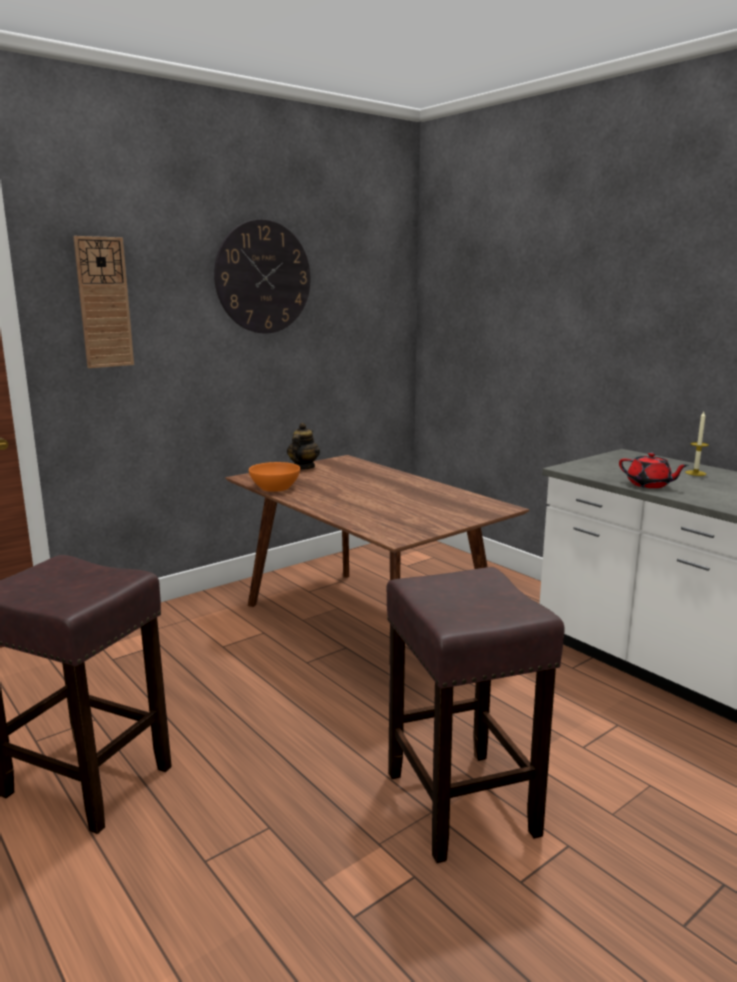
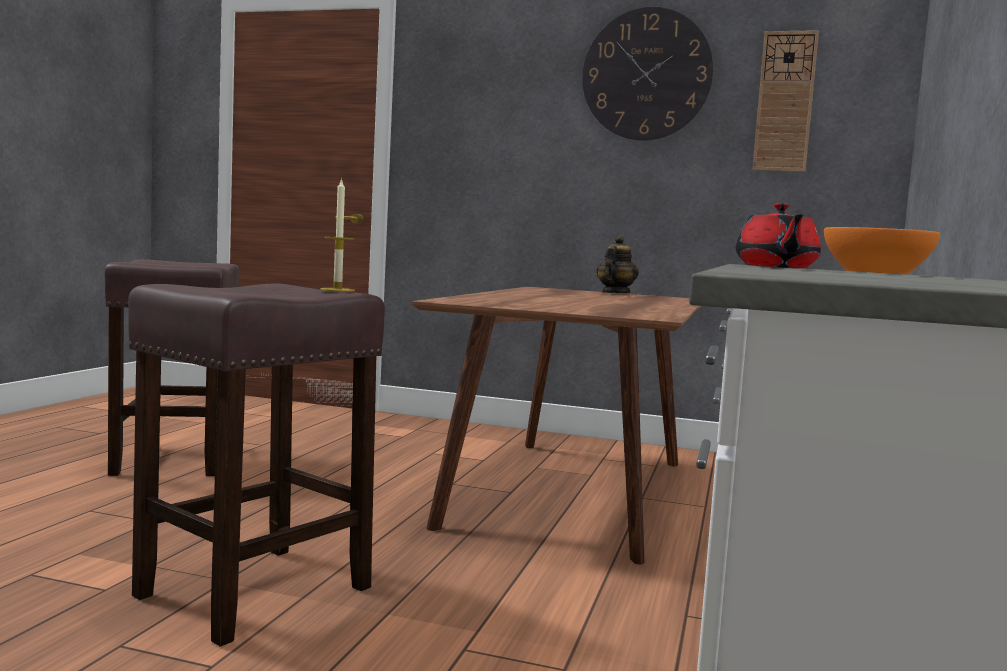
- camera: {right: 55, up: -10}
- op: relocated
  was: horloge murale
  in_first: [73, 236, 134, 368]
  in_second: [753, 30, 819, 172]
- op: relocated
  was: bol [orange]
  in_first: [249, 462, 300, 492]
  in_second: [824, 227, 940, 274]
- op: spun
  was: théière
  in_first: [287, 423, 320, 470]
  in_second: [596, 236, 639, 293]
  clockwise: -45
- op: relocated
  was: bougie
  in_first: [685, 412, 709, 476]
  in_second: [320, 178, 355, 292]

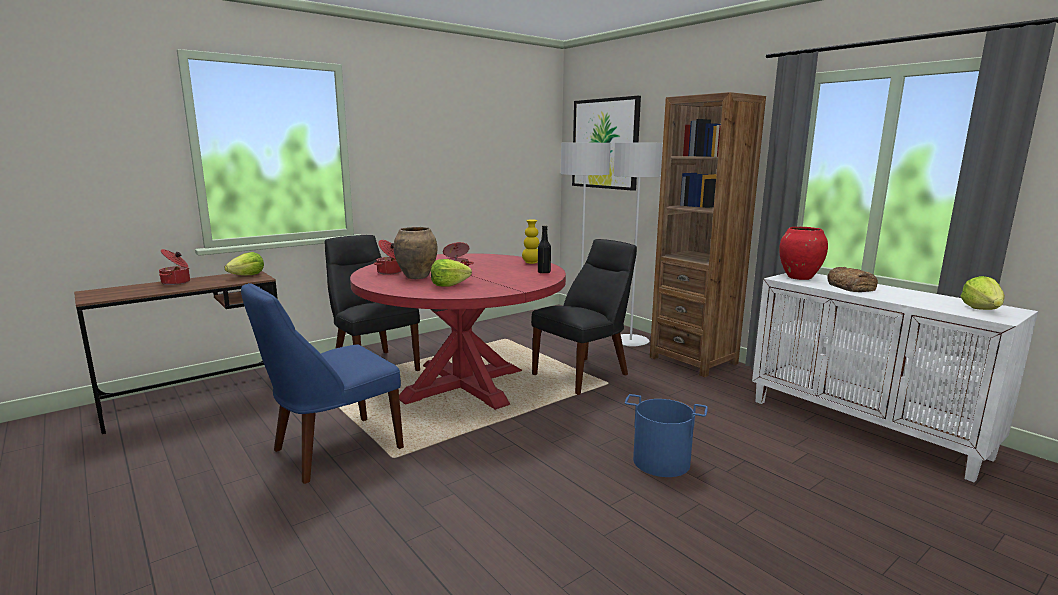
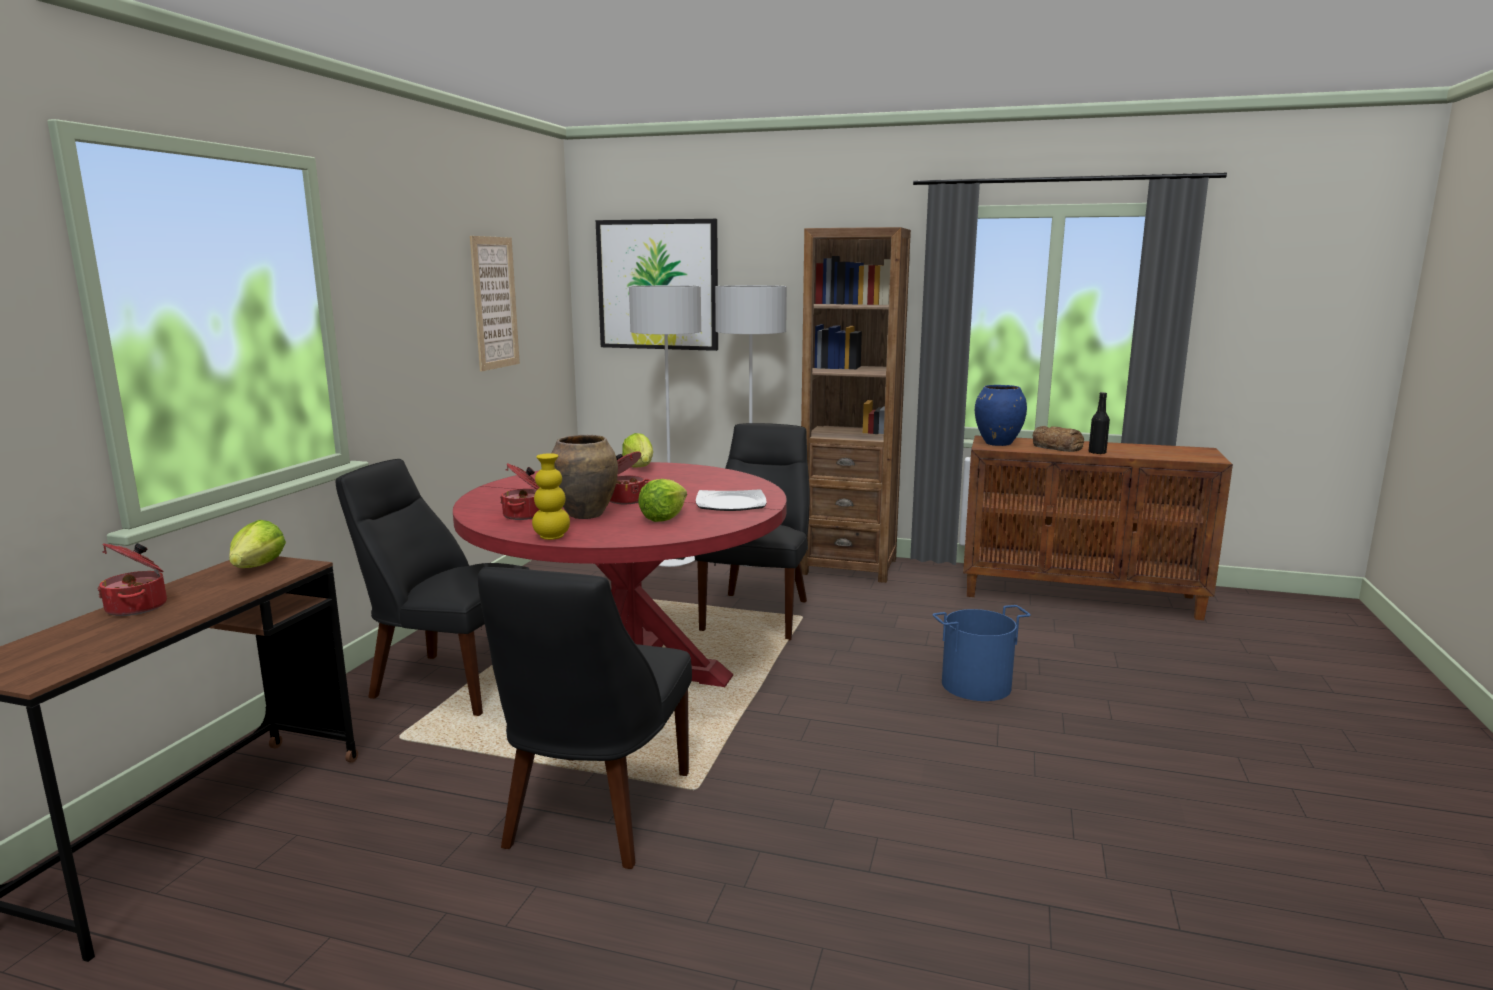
- camera: {right: -35, up: 0}
- op: colour
  was: chaise [bleu]
  now: chaise [noir]
  in_first: [241, 283, 404, 484]
  in_second: [478, 567, 692, 869]
- op: relocated
  was: vase [jaune]
  in_first: [522, 220, 539, 264]
  in_second: [532, 453, 570, 540]
- op: relocated
  was: bouteille [noir]
  in_first: [538, 225, 551, 274]
  in_second: [1089, 392, 1110, 454]
- op: colour
  was: meuble de rangement [blanc]
  now: meuble de rangement [marron]
  in_first: [752, 273, 1038, 482]
  in_second: [963, 435, 1233, 620]
- op: colour
  was: vase [rouge]
  now: vase [bleu]
  in_first: [779, 227, 828, 280]
  in_second: [975, 385, 1027, 446]
- op: relocated
  was: laitue
  in_first: [961, 276, 1005, 310]
  in_second: [622, 433, 653, 468]
- op: appeared
  now: tableau
  in_second: [470, 236, 520, 371]
- op: appeared
  now: assiette
  in_second: [696, 489, 766, 511]

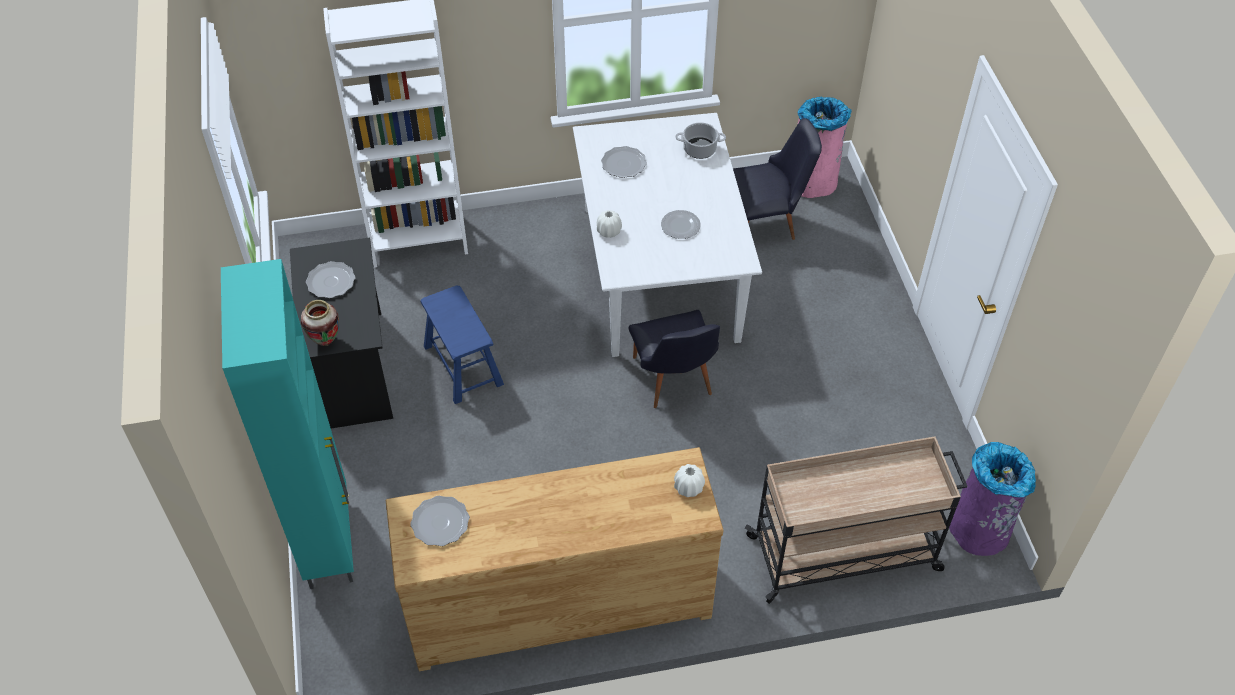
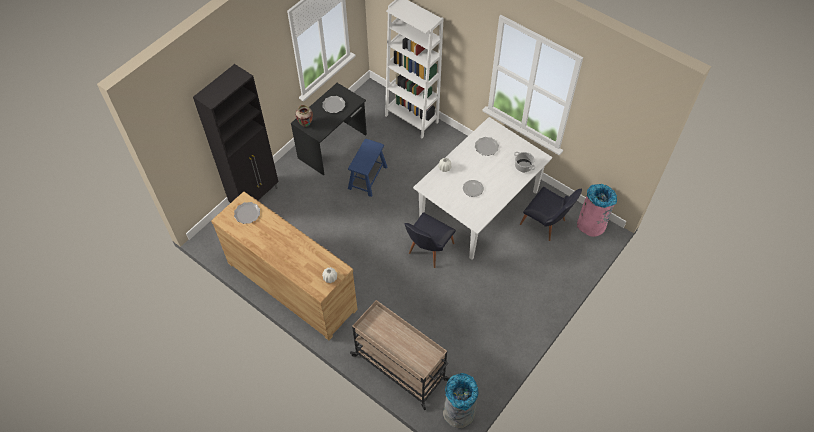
- camera: {right: 50, up: 5}
- op: colour
  was: meuble de rangement [turquoise]
  now: meuble de rangement [noir]
  in_first: [221, 259, 354, 589]
  in_second: [193, 64, 279, 203]
- op: colour
  was: poubelle [violet]
  now: poubelle [gris]
  in_first: [949, 442, 1036, 556]
  in_second: [443, 373, 479, 428]

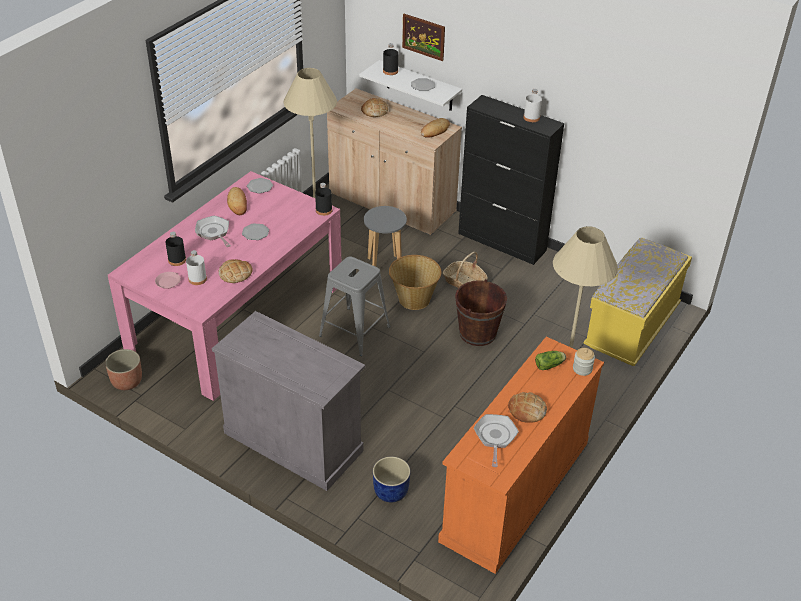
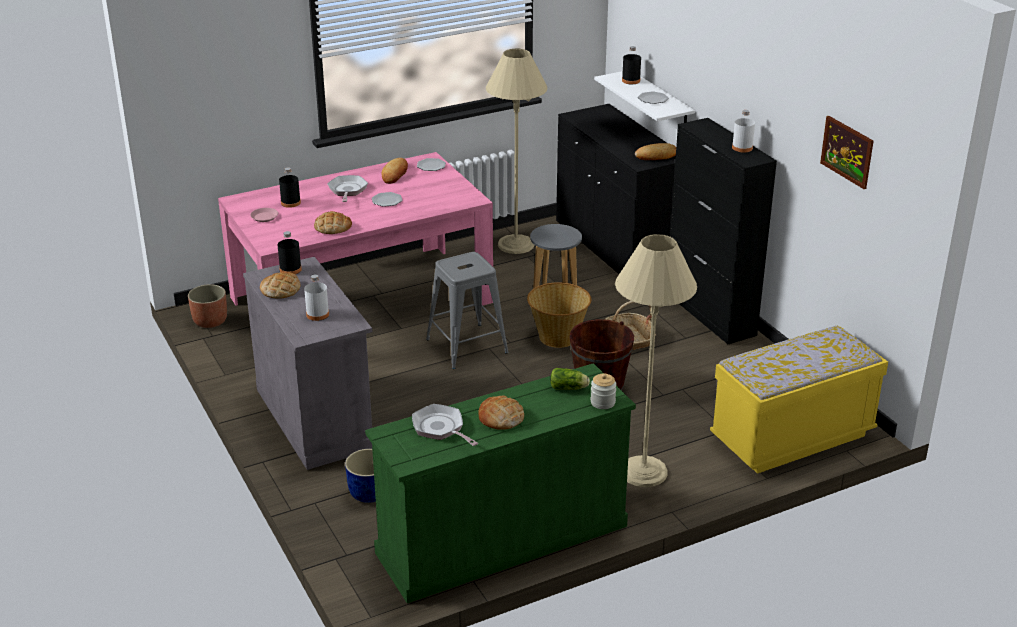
- camera: {right: 30, up: -10}
- op: relocated
  was: bouteille [blanc]
  in_first: [186, 250, 207, 285]
  in_second: [304, 274, 329, 321]
- op: relocated
  was: bouteille [noir]
  in_first: [315, 183, 332, 216]
  in_second: [278, 231, 302, 274]
- op: colour
  was: meuble de rangement [beige]
  now: meuble de rangement [noir]
  in_first: [327, 88, 462, 235]
  in_second: [556, 104, 676, 274]
- op: relocated
  was: pain
  in_first: [361, 98, 388, 117]
  in_second: [260, 272, 301, 299]
- op: relocated
  was: tableau
  in_first: [402, 14, 445, 61]
  in_second: [820, 116, 873, 189]
- op: colour
  was: commode [orange]
  now: commode [vert]
  in_first: [438, 337, 604, 574]
  in_second: [365, 363, 636, 603]
- op: spun
  was: poêle
  in_first: [474, 414, 519, 467]
  in_second: [412, 404, 478, 446]
  clockwise: -75

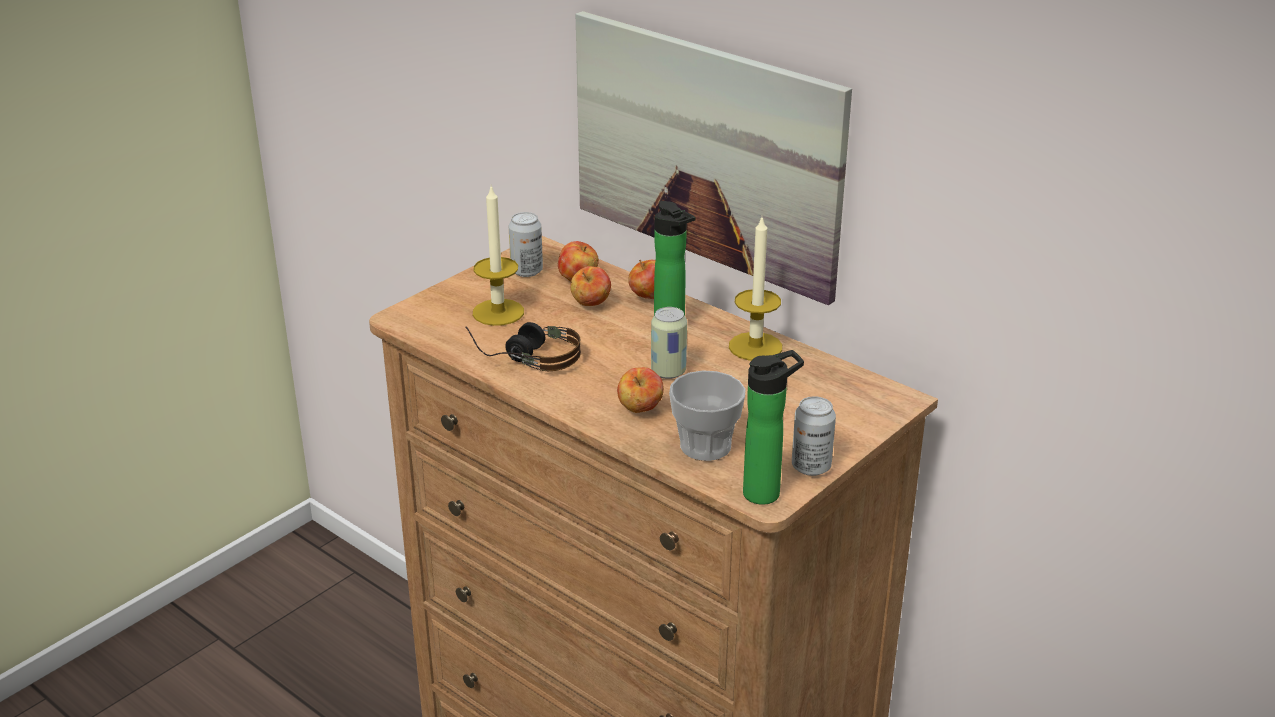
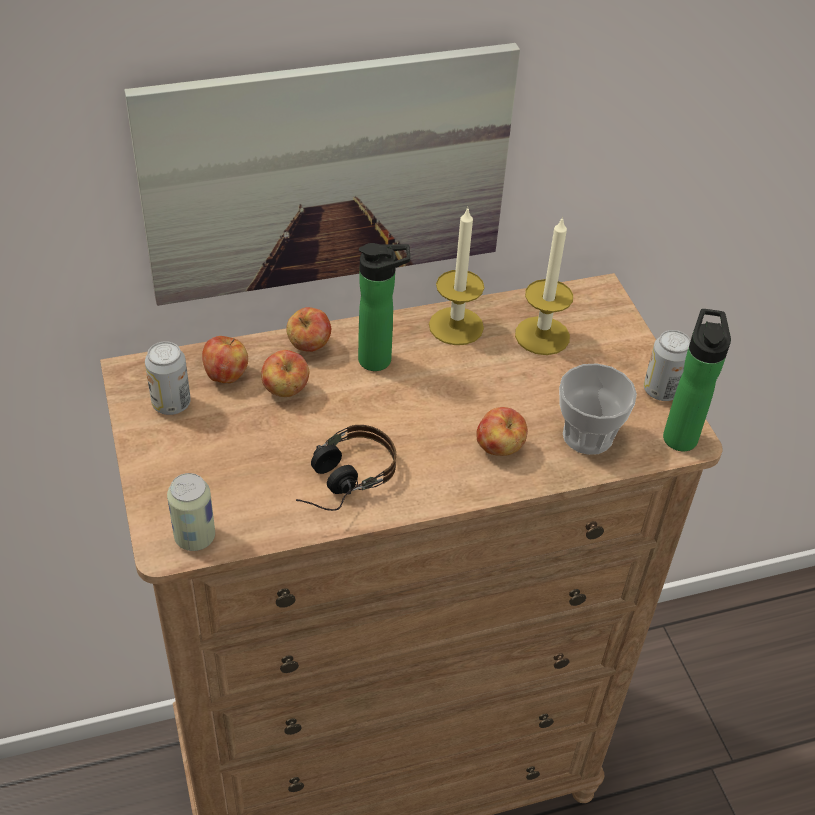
- camera: {right: -60, up: 15}
- op: relocated
  was: bougie
  in_first: [473, 186, 524, 326]
  in_second: [515, 216, 573, 355]
- op: relocated
  was: boîte métallique
  in_first: [651, 307, 687, 379]
  in_second: [167, 473, 215, 551]

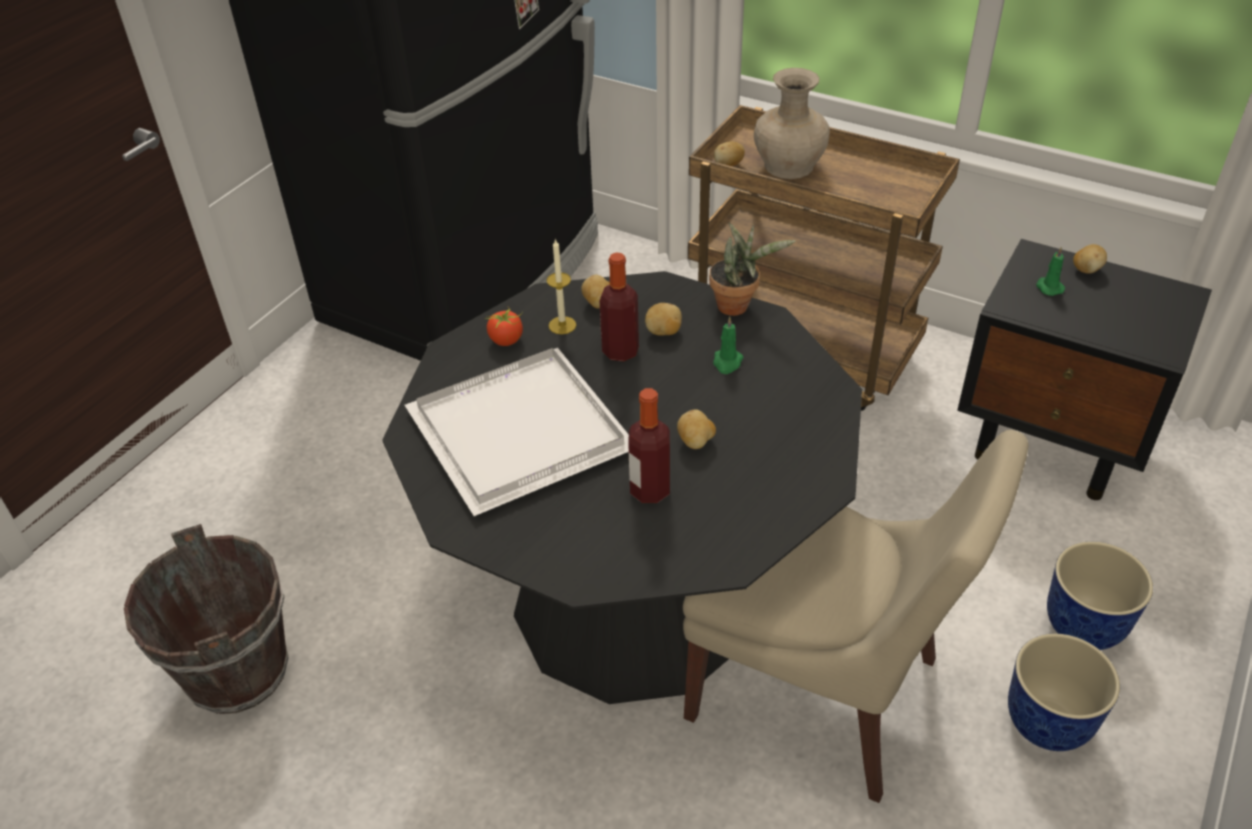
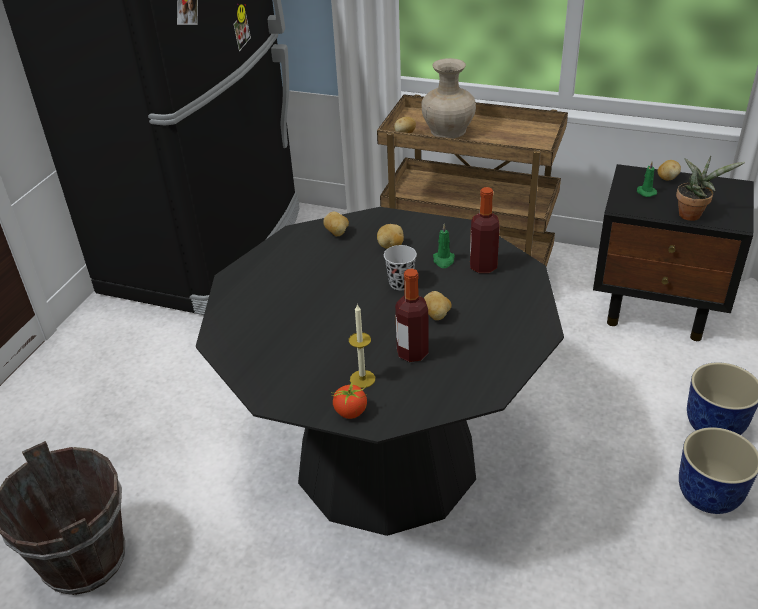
- camera: {right: -10, up: -5}
- op: missing
  was: plateau [blanc]
  in_first: [405, 348, 629, 516]
- op: relocated
  was: tomate
  in_first: [485, 307, 523, 346]
  in_second: [331, 380, 367, 419]
- op: relocated
  was: bougie
  in_first: [546, 239, 576, 334]
  in_second: [349, 304, 375, 388]
- op: relocated
  was: bouteille
  in_first: [600, 253, 639, 362]
  in_second: [470, 187, 500, 273]
- op: missing
  was: chaise [beige]
  in_first: [683, 430, 1028, 803]
- op: relocated
  was: plante en pot
  in_first: [709, 222, 796, 316]
  in_second: [676, 156, 745, 221]
- op: appeared
  now: tasse [noir]
  in_second: [384, 245, 417, 290]

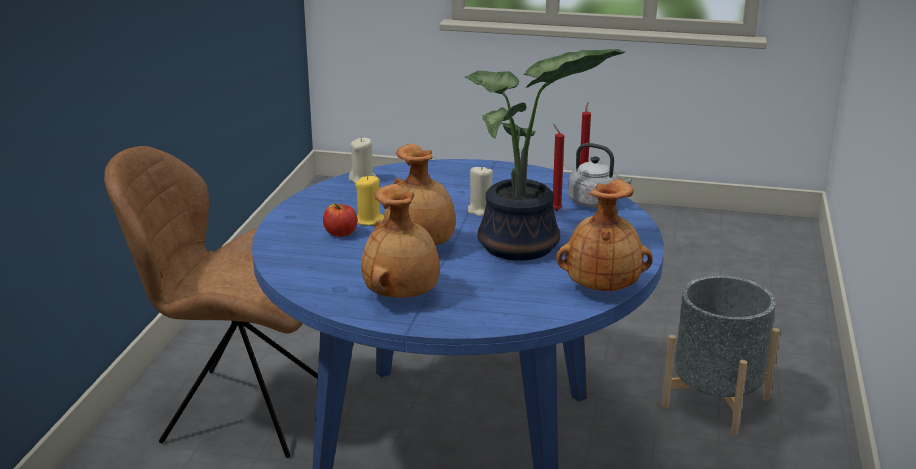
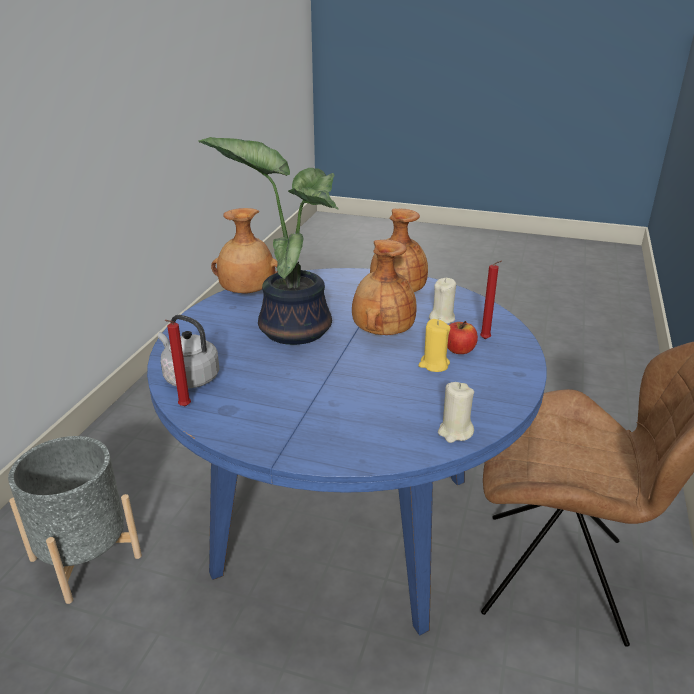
- camera: {right: -175, up: 5}
- op: relocated
  was: bougie [beige]
  in_first: [468, 166, 493, 216]
  in_second: [429, 278, 456, 324]
- op: relocated
  was: bougie [rouge]
  in_first: [553, 124, 564, 211]
  in_second: [480, 261, 502, 339]

